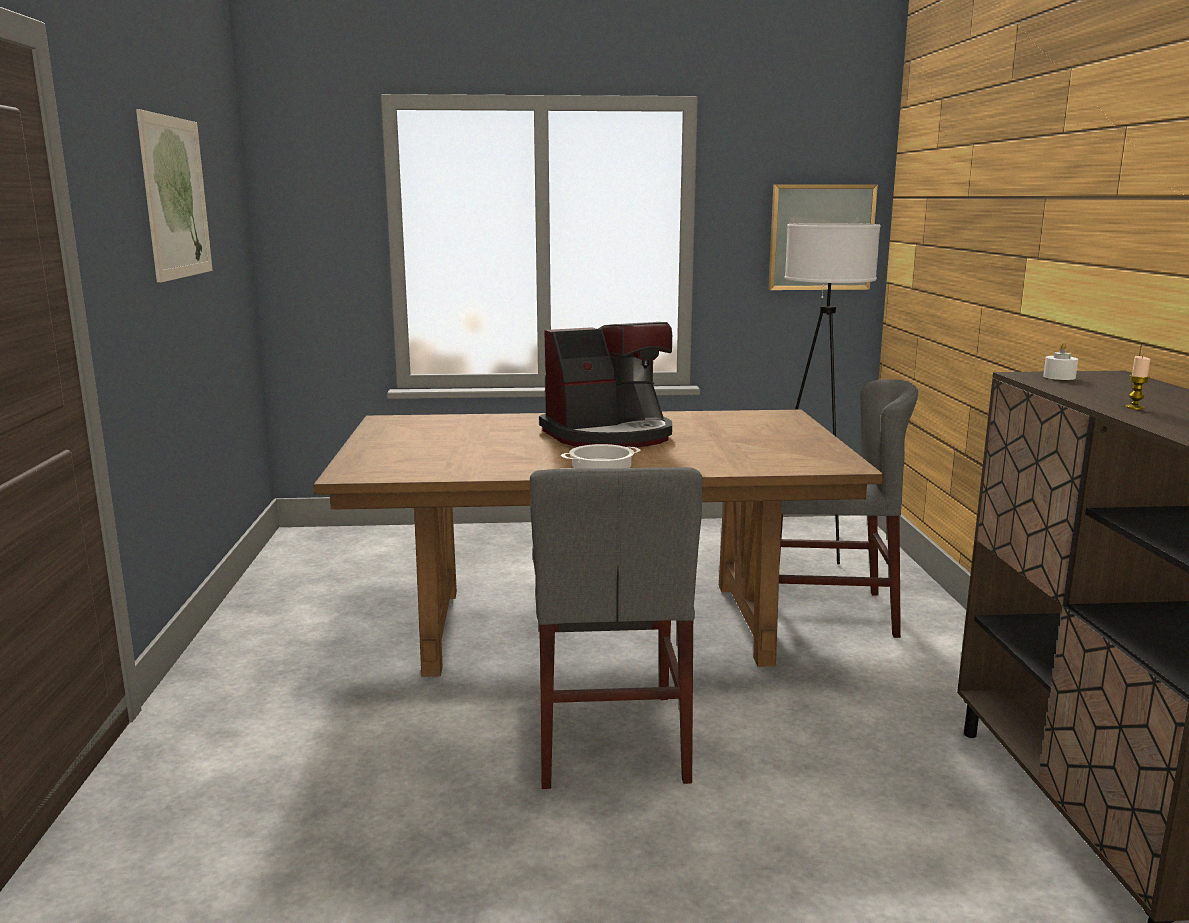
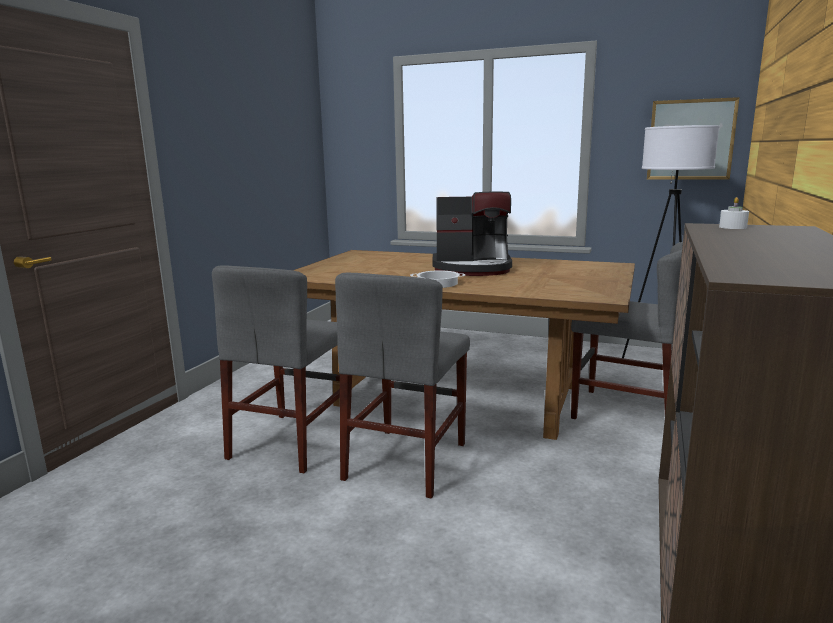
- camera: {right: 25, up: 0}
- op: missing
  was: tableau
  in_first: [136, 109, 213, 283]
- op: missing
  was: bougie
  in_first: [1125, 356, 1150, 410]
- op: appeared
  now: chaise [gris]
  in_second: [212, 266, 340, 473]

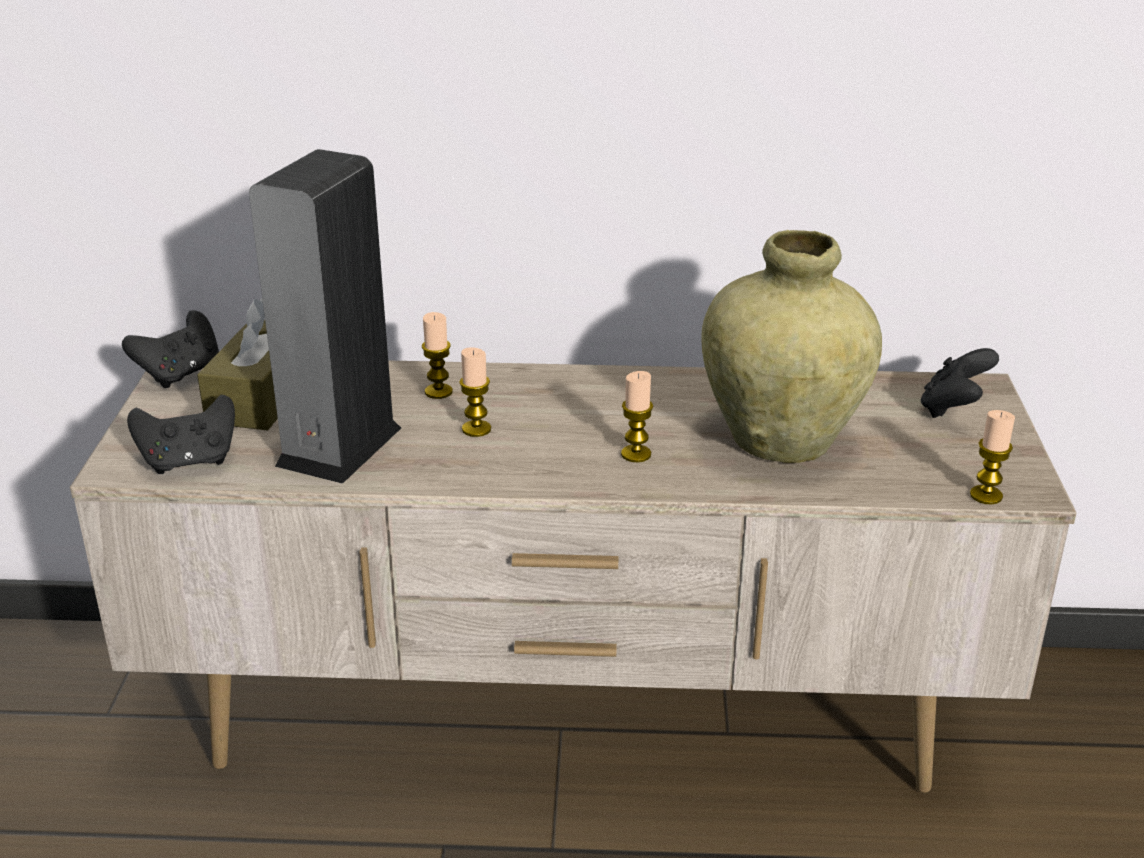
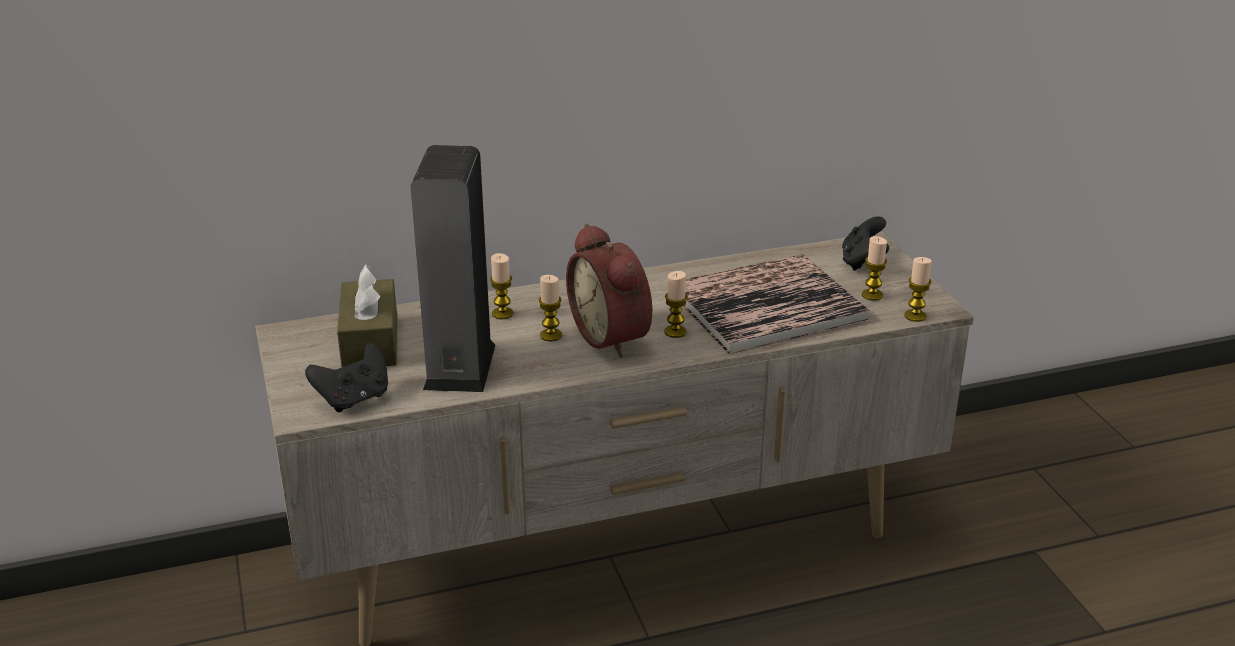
- camera: {right: -20, up: 0}
- op: missing
  was: manette [noir]
  in_first: [122, 310, 219, 388]
- op: exchanged
  was: vase [beige]
  now: livre
  in_first: [702, 230, 882, 463]
  in_second: [683, 254, 870, 354]
- op: appeared
  now: réveil
  in_second: [566, 223, 652, 358]
- op: appeared
  now: bougie
  in_second: [862, 236, 887, 301]

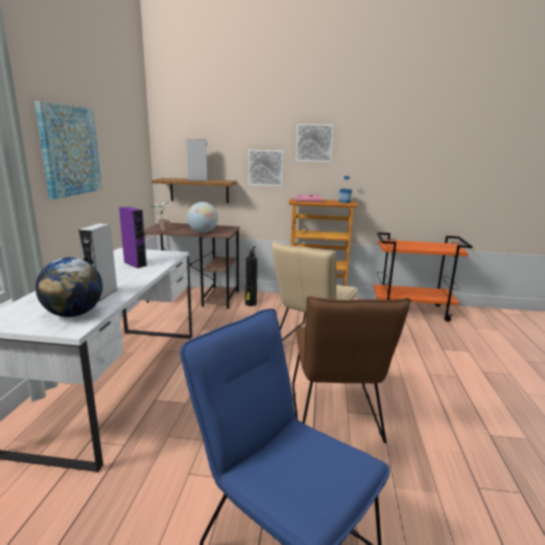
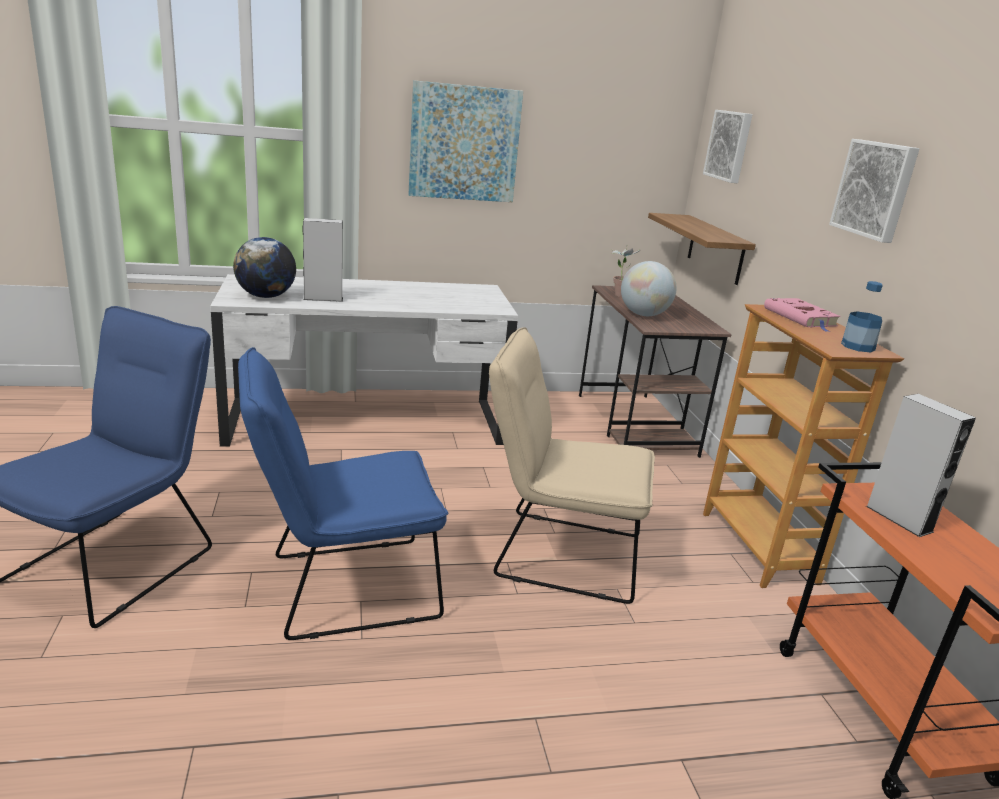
- camera: {right: 70, up: 5}
- op: missing
  was: enceinte [violet]
  in_first: [119, 207, 147, 268]
- op: relocated
  was: enceinte [gris]
  in_first: [187, 139, 207, 181]
  in_second: [866, 394, 976, 537]
- op: missing
  was: extincteur
  in_first: [245, 246, 257, 306]
- op: relocated
  was: tableau
  in_first: [248, 150, 283, 187]
  in_second: [703, 110, 753, 183]
- op: colour
  was: chaise [marron]
  now: chaise [bleu]
  in_first: [292, 296, 411, 443]
  in_second: [238, 347, 448, 640]

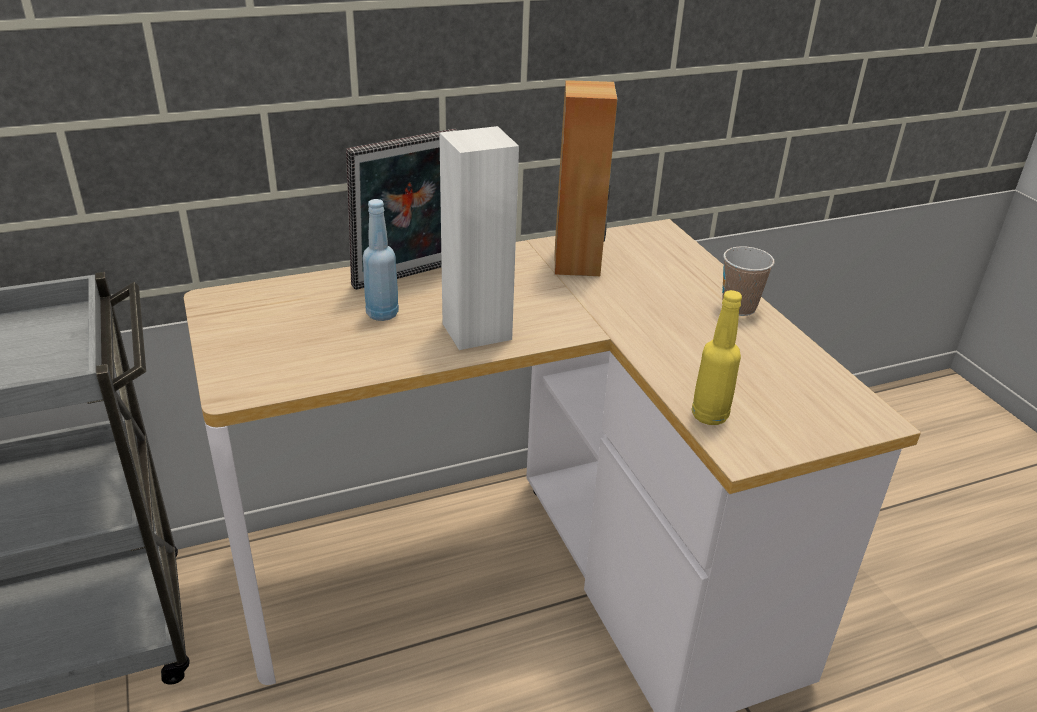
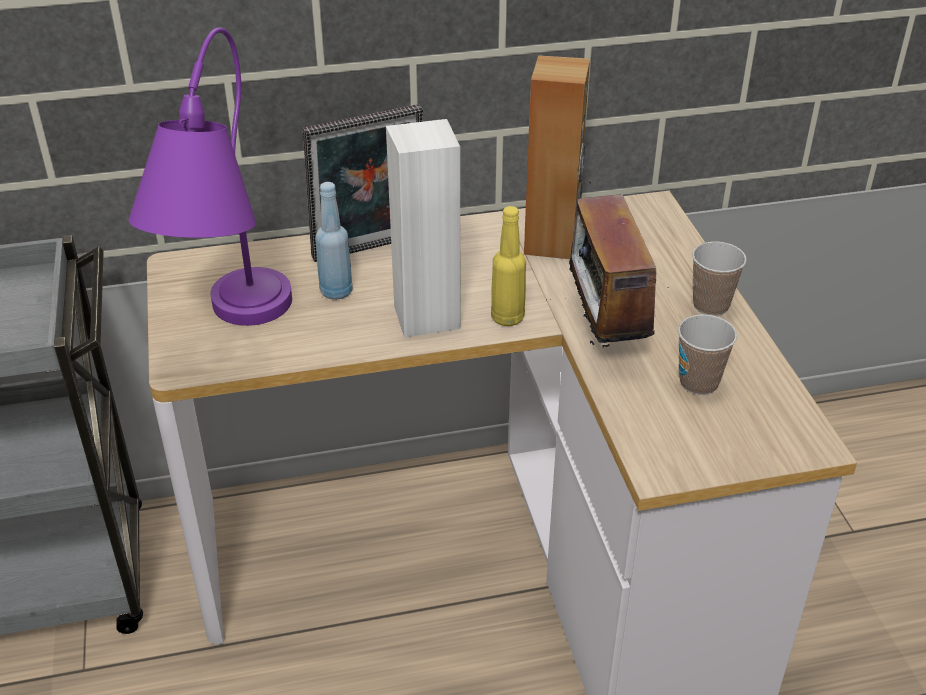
- camera: {right: 10, up: 5}
- op: relocated
  was: bouteille [jaune]
  in_first: [691, 290, 742, 425]
  in_second: [491, 206, 526, 326]
- op: appeared
  now: lampe de table [violet]
  in_second: [129, 27, 292, 326]
- op: appeared
  now: radio
  in_second: [550, 181, 669, 349]
- op: appeared
  now: tasse
  in_second: [678, 314, 737, 395]

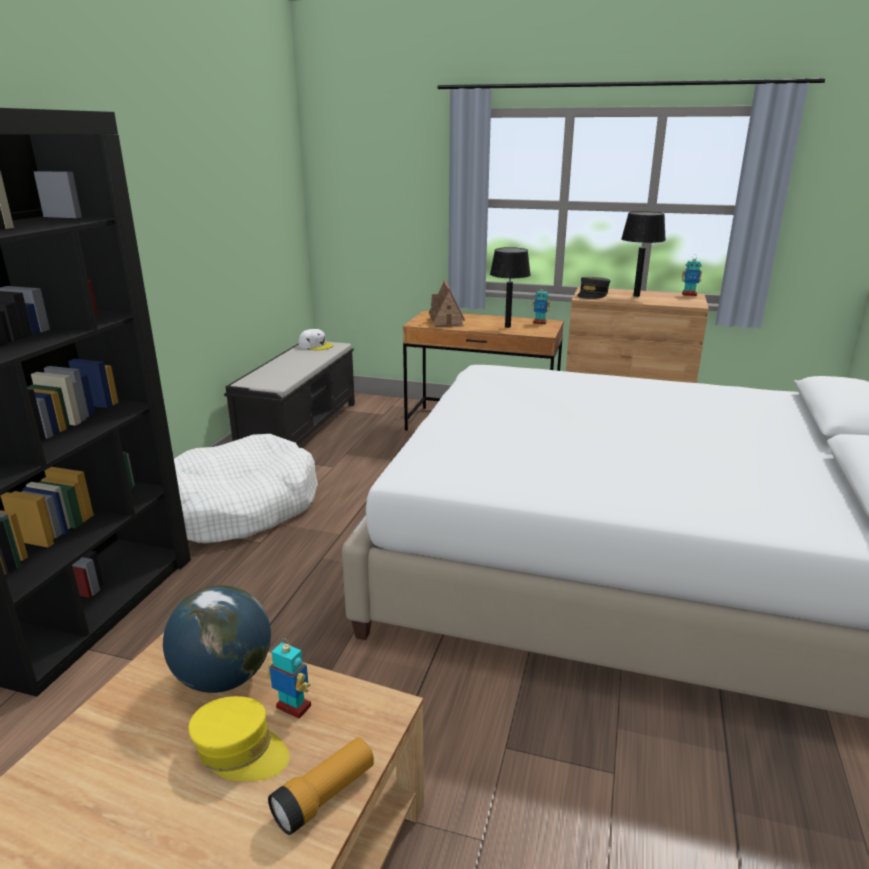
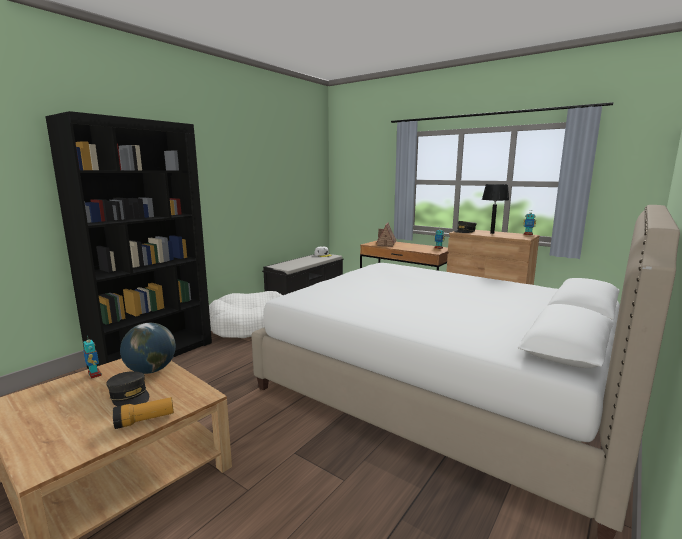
- camera: {right: 20, up: -10}
- op: colour
  was: casquette [jaune]
  now: casquette [gris]
  in_first: [189, 696, 290, 781]
  in_second: [106, 371, 149, 406]
- op: relocated
  was: robot jouet
  in_first: [267, 638, 311, 719]
  in_second: [83, 336, 102, 379]
- op: missing
  was: lampe de table [noir]
  in_first: [490, 247, 531, 328]

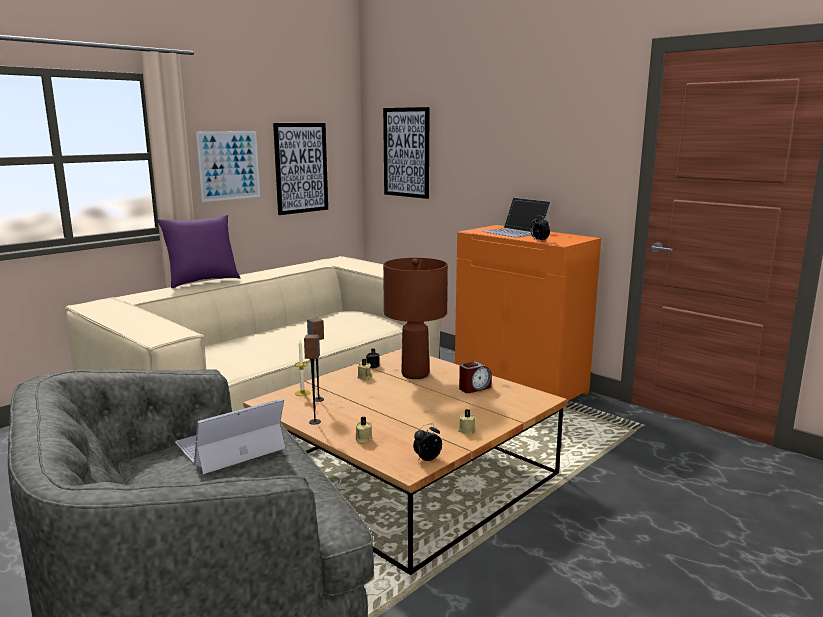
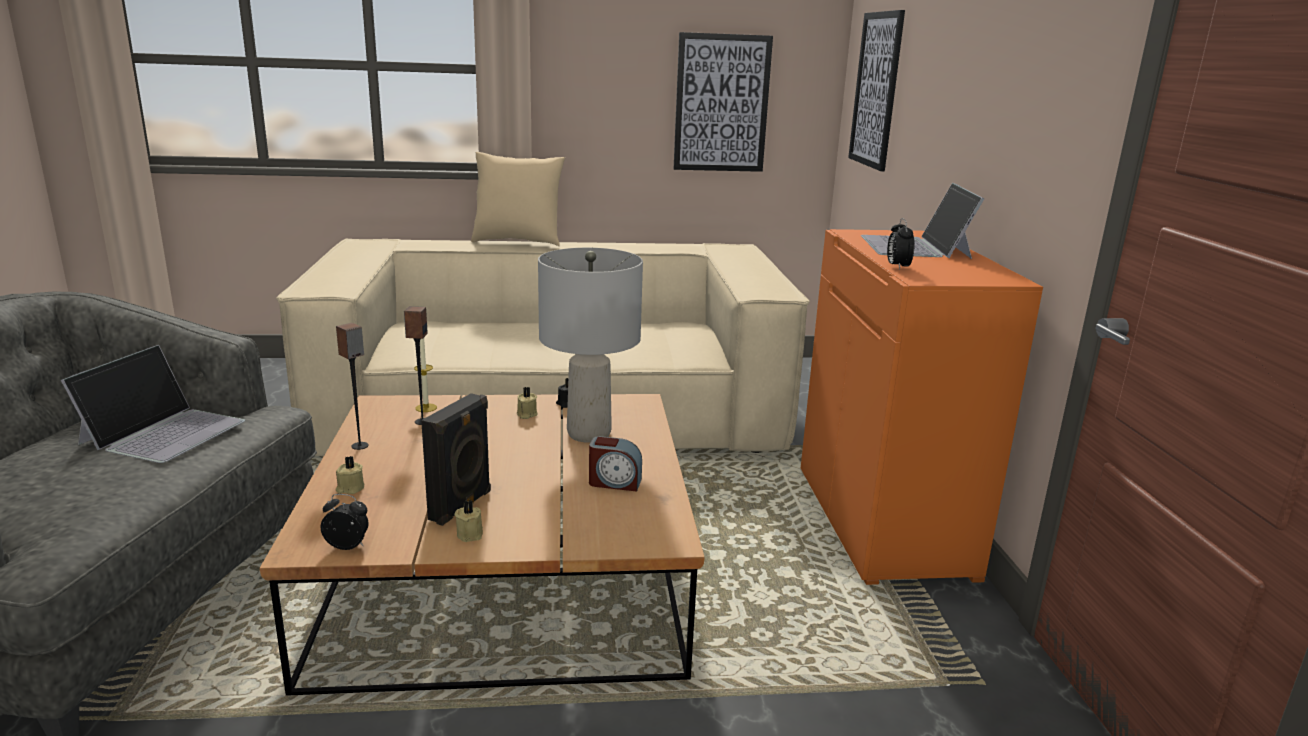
- camera: {right: 40, up: 5}
- op: colour
  was: coussin [violet]
  now: coussin [beige]
  in_first: [157, 215, 240, 288]
  in_second: [471, 152, 565, 246]
- op: spun
  was: ordinateur portable
  in_first: [175, 398, 285, 474]
  in_second: [61, 345, 245, 463]
  clockwise: 105
- op: missing
  was: tableau
  in_first: [196, 131, 260, 202]
- op: colour
  was: lampe de table [marron]
  now: lampe de table [gris]
  in_first: [383, 258, 448, 379]
  in_second: [538, 248, 643, 443]
- op: appeared
  now: enceinte [noir]
  in_second: [421, 393, 491, 526]

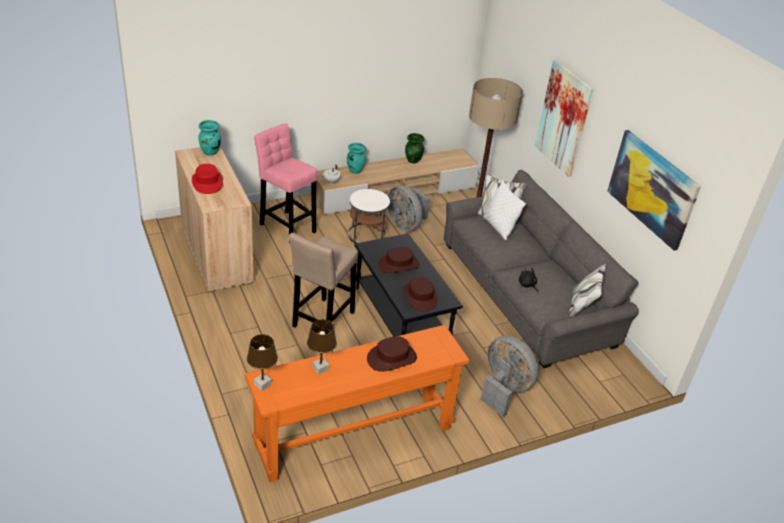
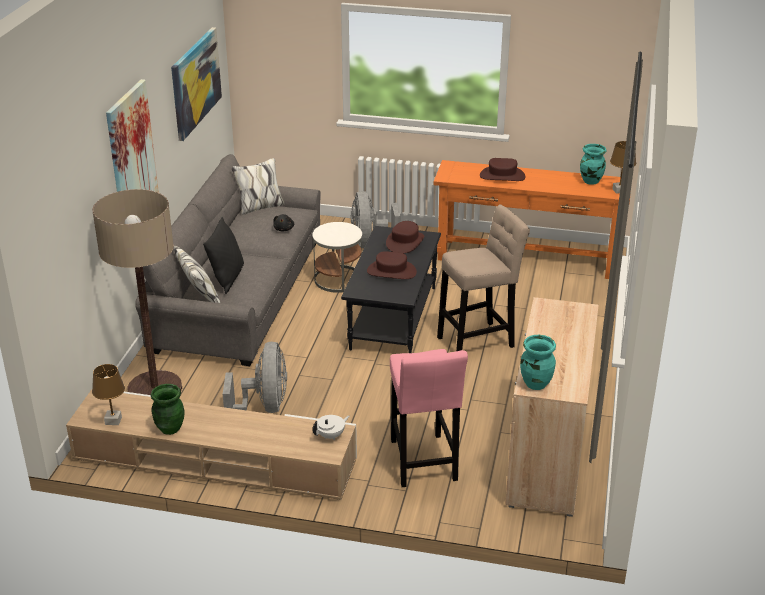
- camera: {right: -140, up: -5}
- op: missing
  was: chapeau [rouge]
  in_first: [192, 164, 223, 194]
- op: relocated
  was: lampe de table [marron]
  in_first: [307, 319, 337, 374]
  in_second: [92, 364, 125, 425]
- op: relocated
  was: vase [turquoise]
  in_first: [347, 143, 366, 174]
  in_second: [580, 144, 607, 185]
- op: relocated
  was: table d'appoint [blanc]
  in_first: [348, 189, 390, 244]
  in_second: [312, 222, 362, 293]
- op: colour
  was: coussin [blanc]
  now: coussin [noir]
  in_first: [483, 180, 526, 241]
  in_second: [203, 217, 244, 294]

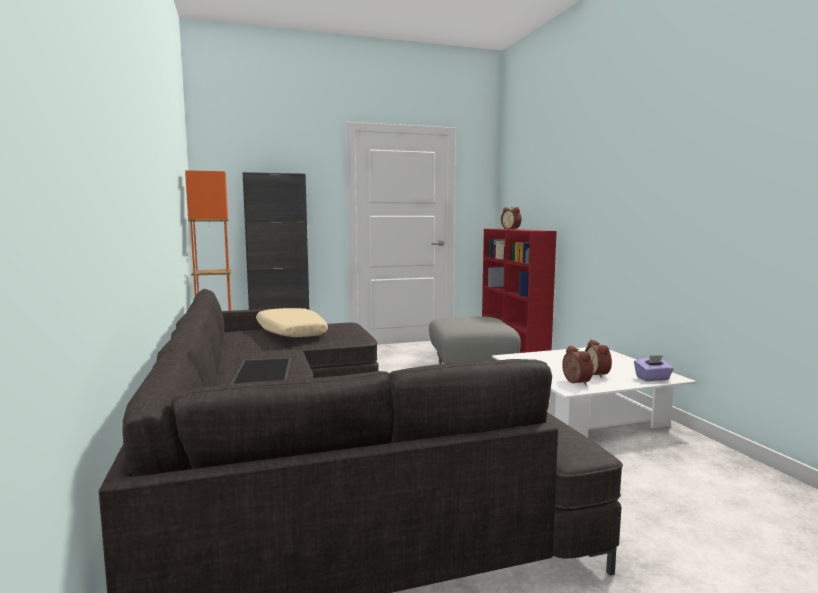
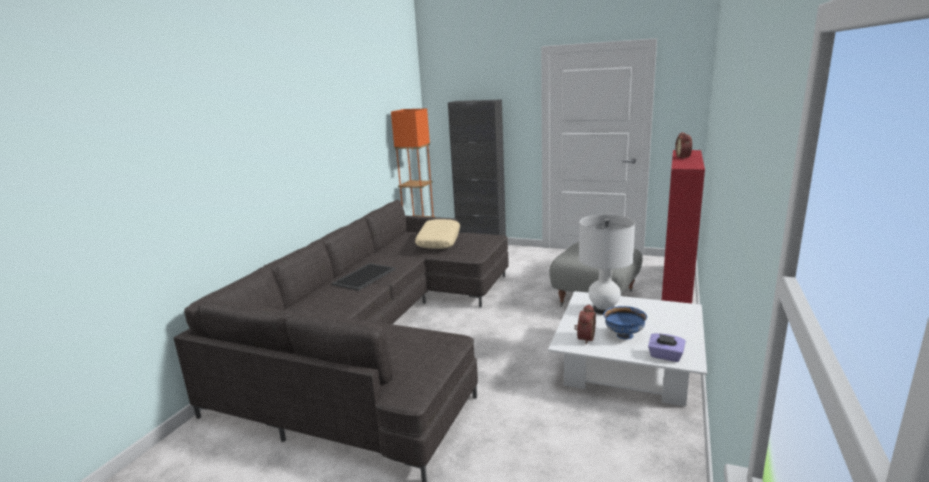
- camera: {right: 40, up: 10}
- op: exchanged
  was: réveil
  now: bol [bleu]
  in_first: [585, 339, 612, 378]
  in_second: [603, 306, 647, 340]
- op: appeared
  now: lampe de table [blanc]
  in_second: [579, 214, 635, 315]

